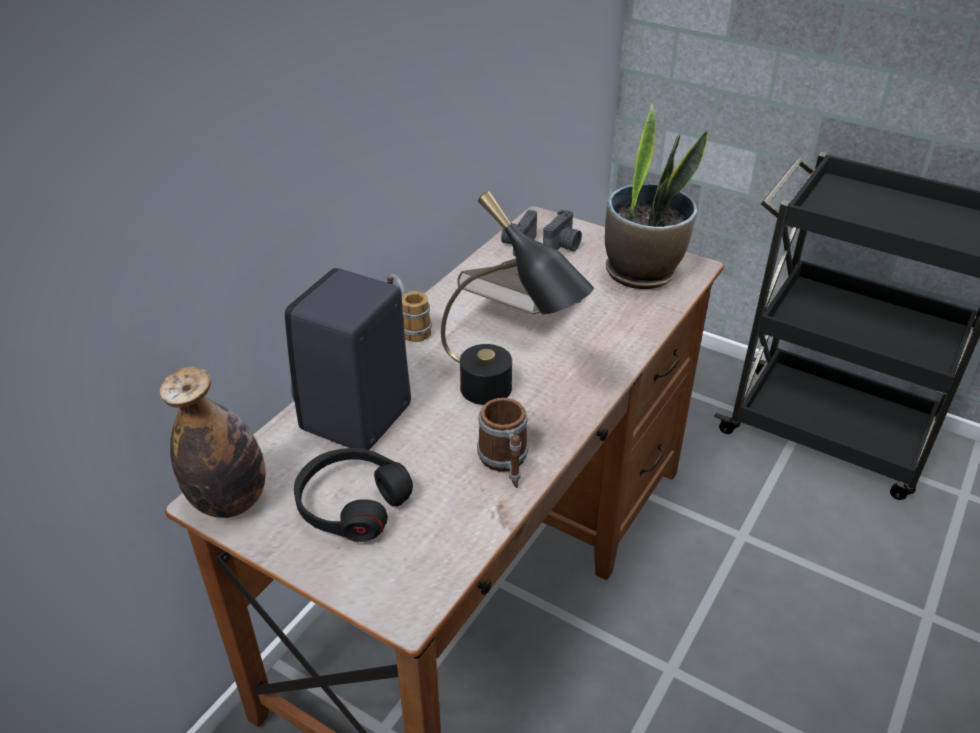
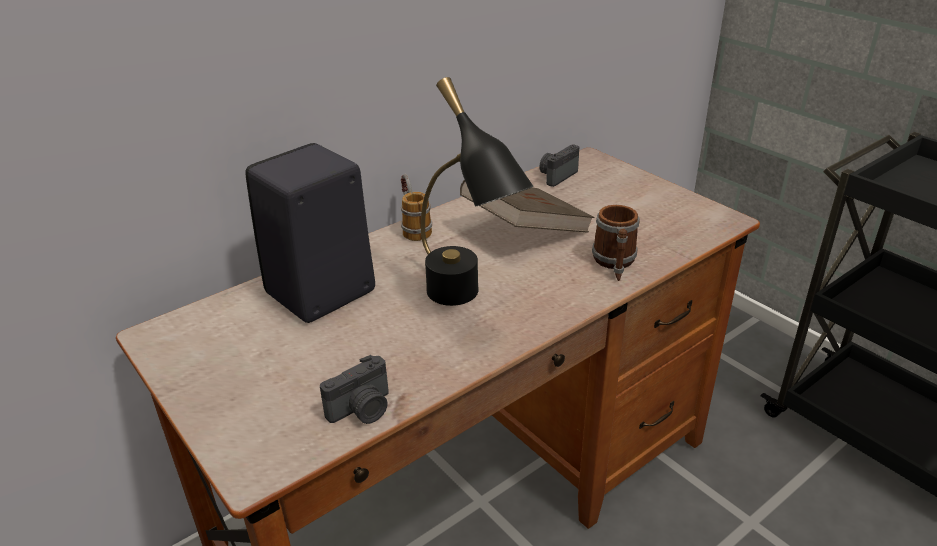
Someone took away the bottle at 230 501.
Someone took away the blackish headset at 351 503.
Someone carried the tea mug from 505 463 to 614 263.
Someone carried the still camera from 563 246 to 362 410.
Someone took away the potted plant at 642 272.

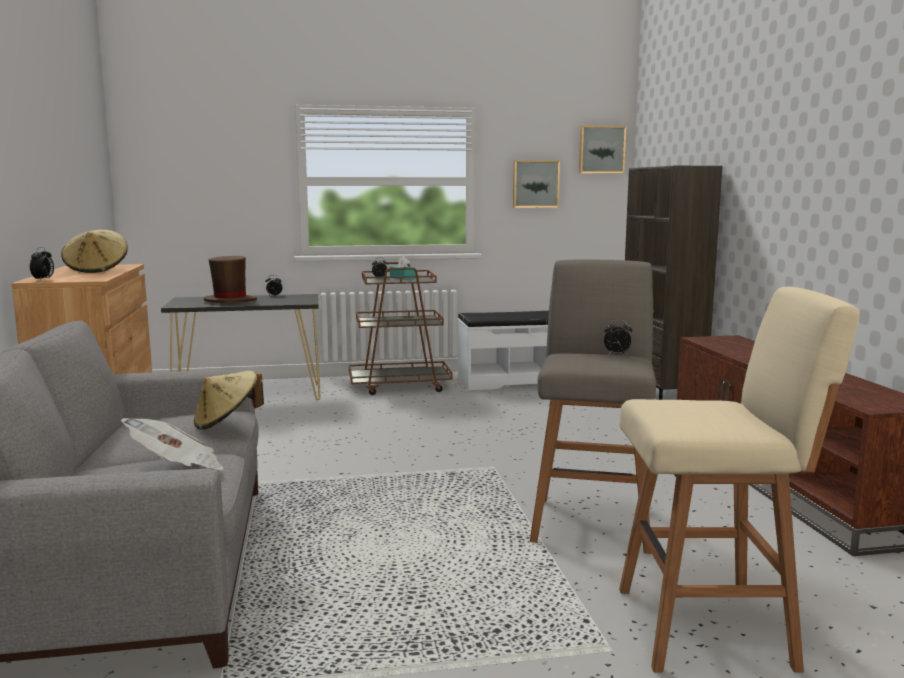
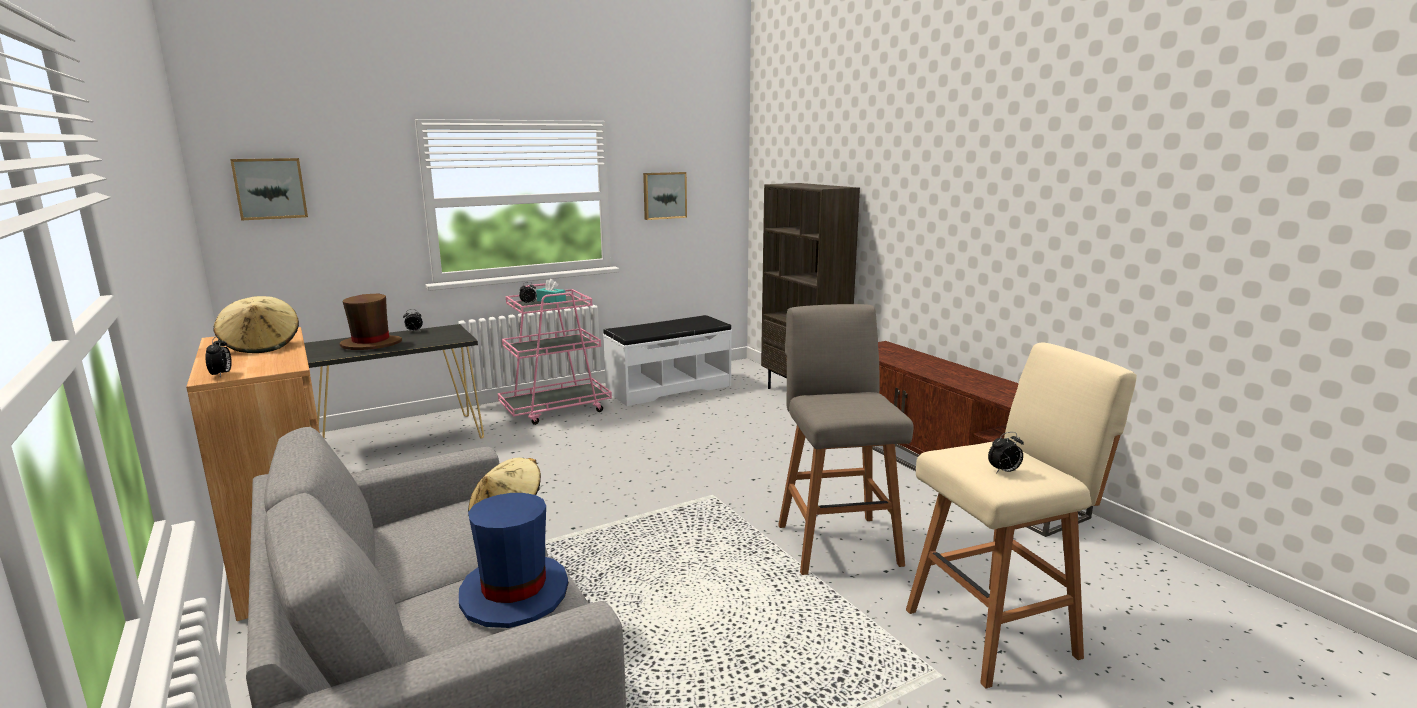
Someone swapped the newspaper at 177 468 for the bluish clothing hat at 514 593.
Someone repainted the brown cart at 400 386, which became the pinkish cart at 556 409.
Someone carried the picture from 601 150 to 270 188.
Someone carried the bedside clock from 617 355 to 1004 471.

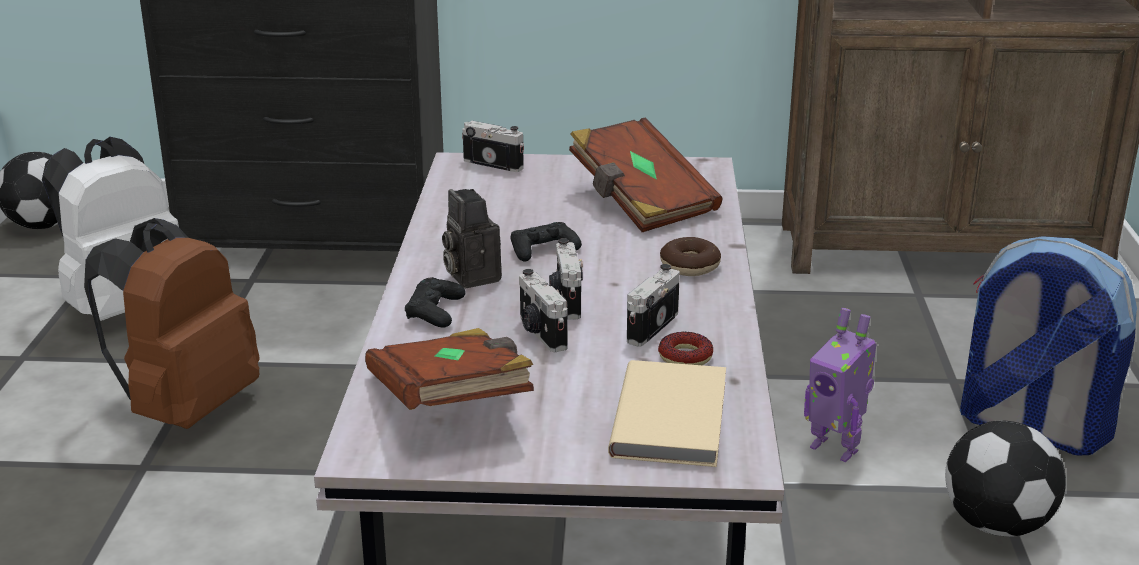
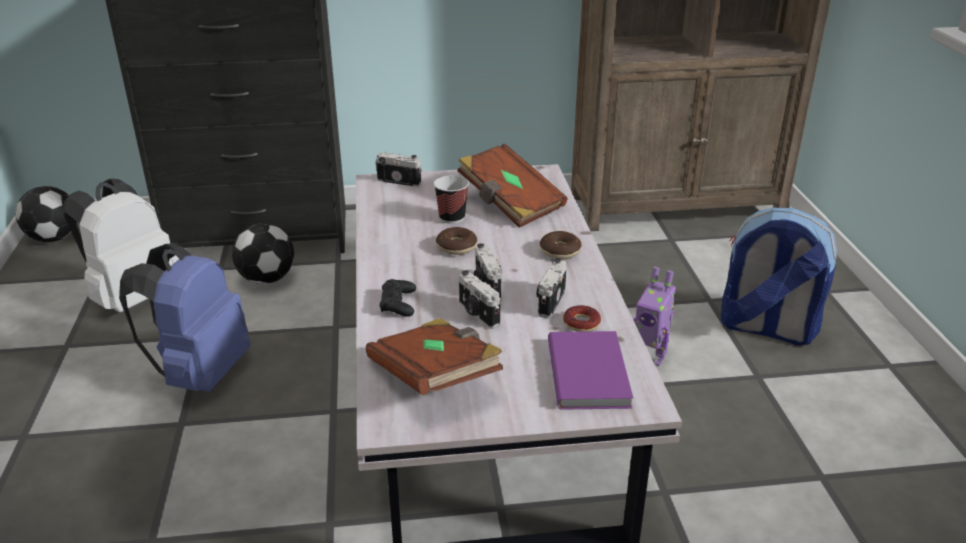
Someone repainted the brown rucksack at 186 408, which became the bluish rucksack at 200 374.
Someone took away the still camera at 470 276.
Someone swapped the blackish joypad at 543 250 for the donut at 456 247.
Someone repainted the beige-coloured bound book at 674 417, which became the purple-coloured bound book at 590 372.
Someone carried the football from 994 524 to 266 279.
Someone put down the cup at 452 218.

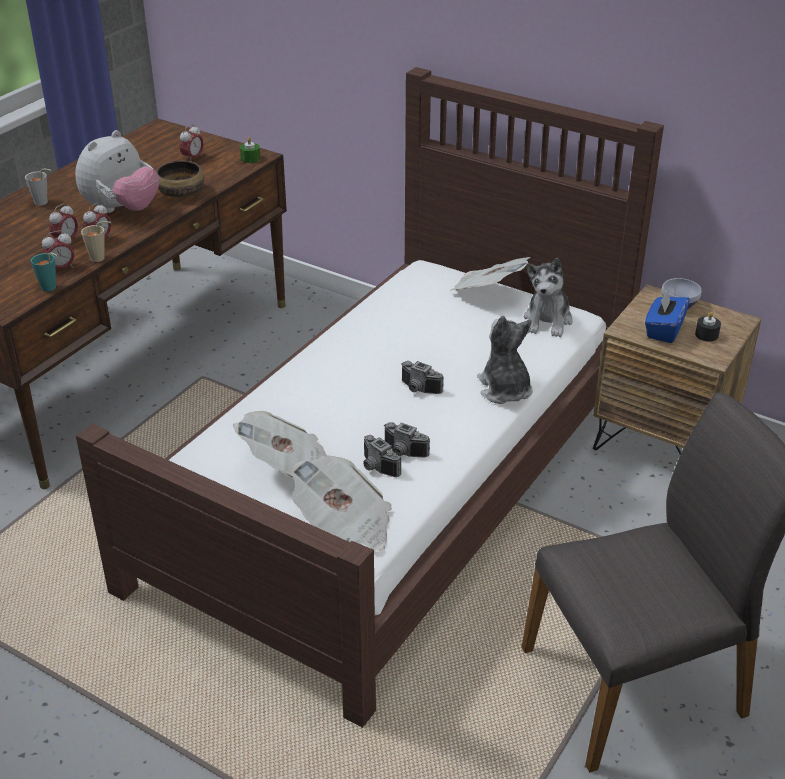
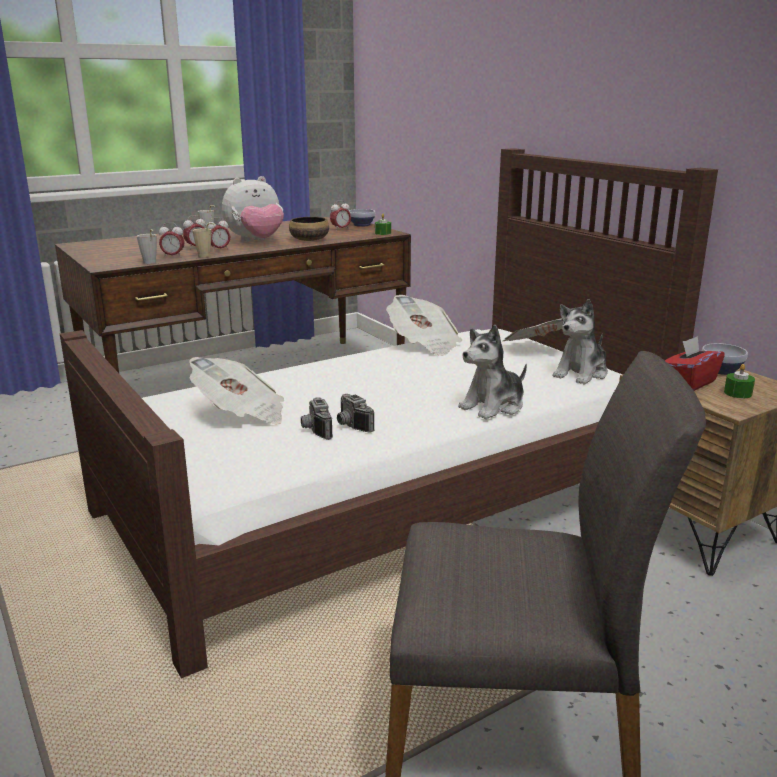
Someone repainted the blue-green cup at 50 288, which became the greyish cup at 150 263.
Someone carried the newspaper from 344 524 to 424 344.
Someone took away the still camera at 418 390.
Someone rotated the cuddly toy at 504 390 by 135 degrees counterclockwise.
Someone repainted the bluish tissue box at 664 330, which became the red-coloured tissue box at 689 383.
Someone repainted the blackish candle at 706 335, which became the green candle at 738 393.
Someone put down the deep dish at 361 225.

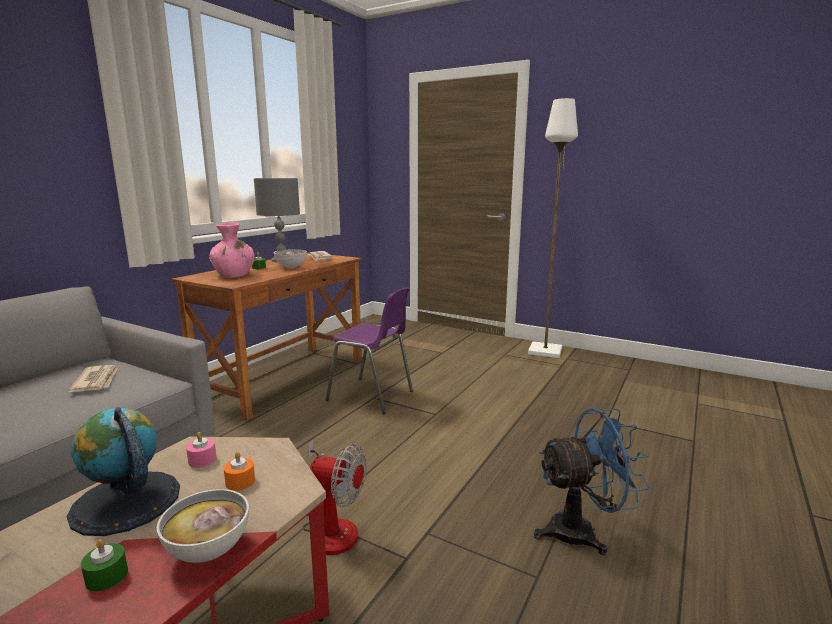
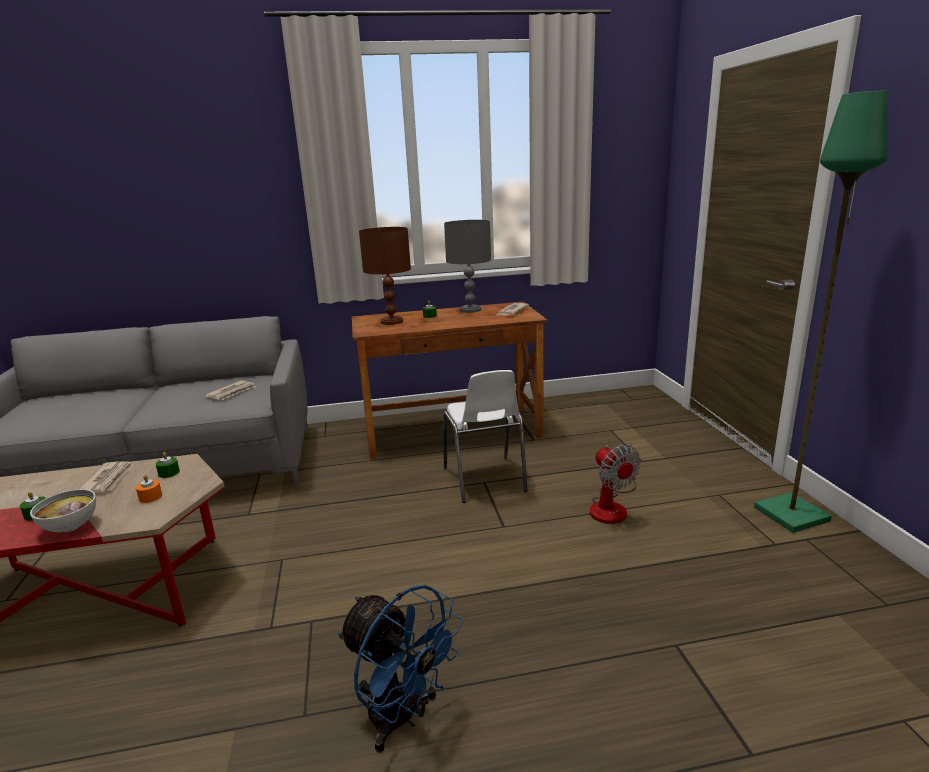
Someone swapped the world globe at 125 502 for the newspaper at 108 480.
Someone repainted the pinkish candle at 202 460, which became the green candle at 169 473.
Someone swapped the pinkish vase at 234 275 for the brown lamp for a table at 391 322.
Someone took away the deep dish at 291 267.
Someone carried the electric fan from 331 525 to 612 506.
Someone repainted the purple-coloured chair at 372 396, which became the whitish chair at 485 480.
Someone repainted the whitish floor lamp at 545 351, which became the green floor lamp at 792 514.

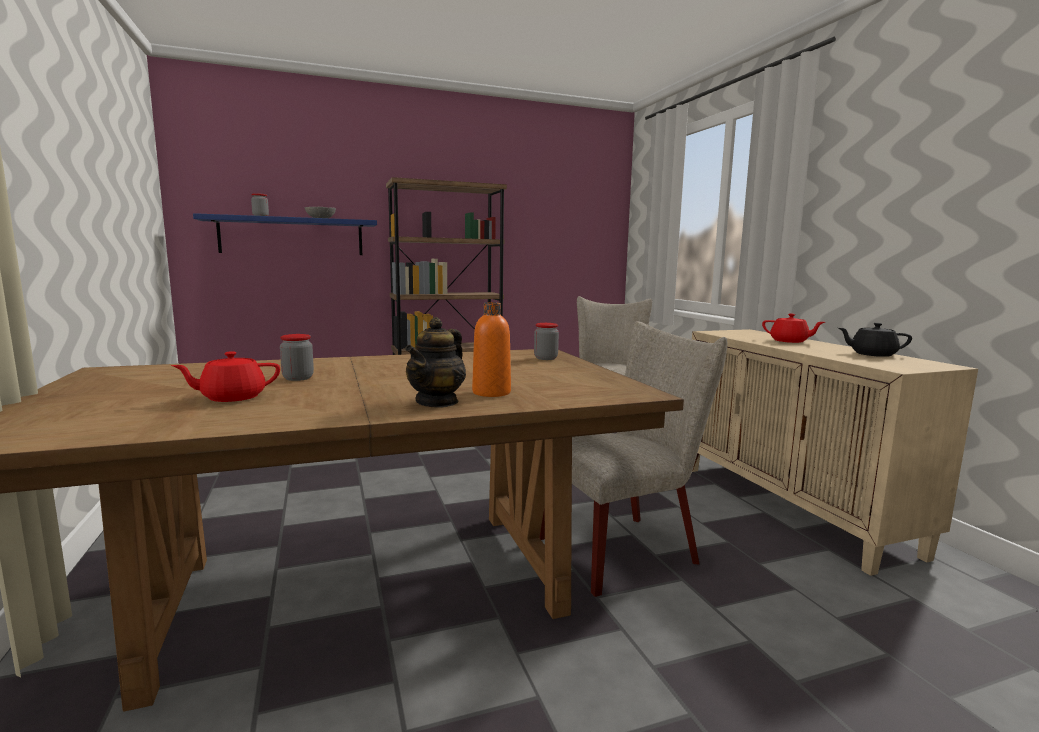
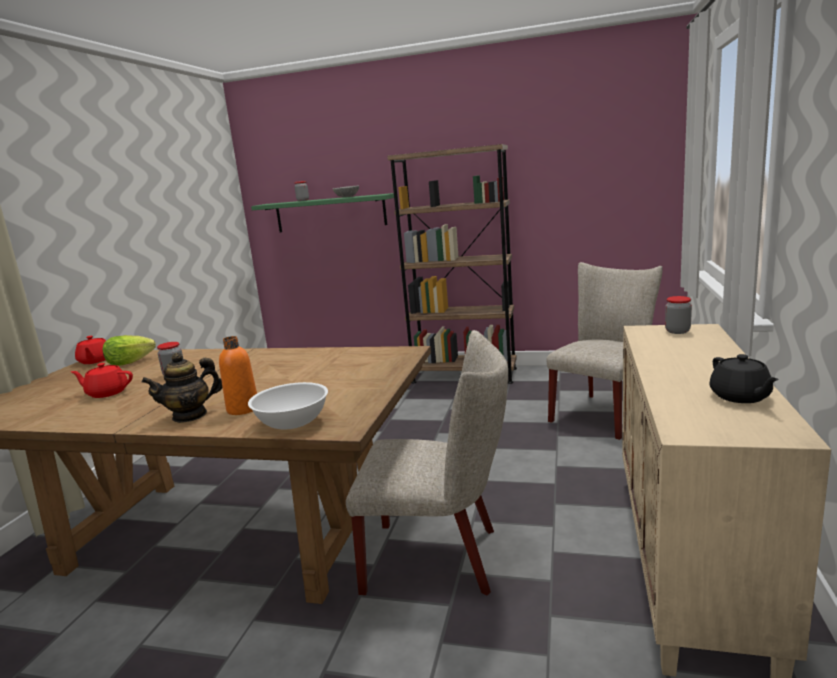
Someone repainted the bluish shelf at 292 236, which became the green shelf at 330 213.
Someone carried the storage jar from 545 358 to 677 331.
Someone carried the red-coloured pot for tea from 789 341 to 95 361.
Someone rotated the blackish pot for tea at 872 354 by 150 degrees counterclockwise.
Someone put down the head of lettuce at 129 362.
Someone put down the whitish deep dish at 292 422.

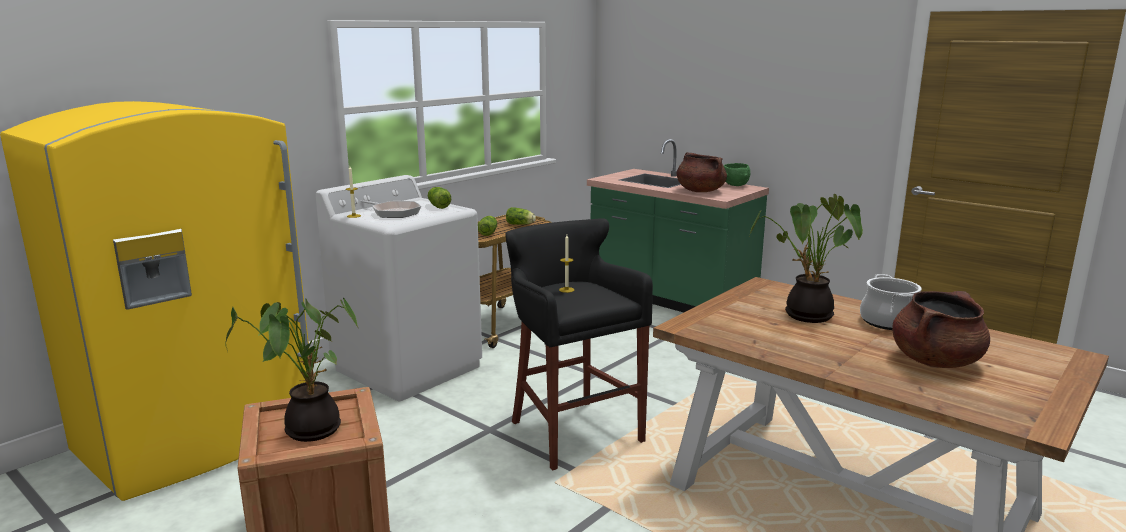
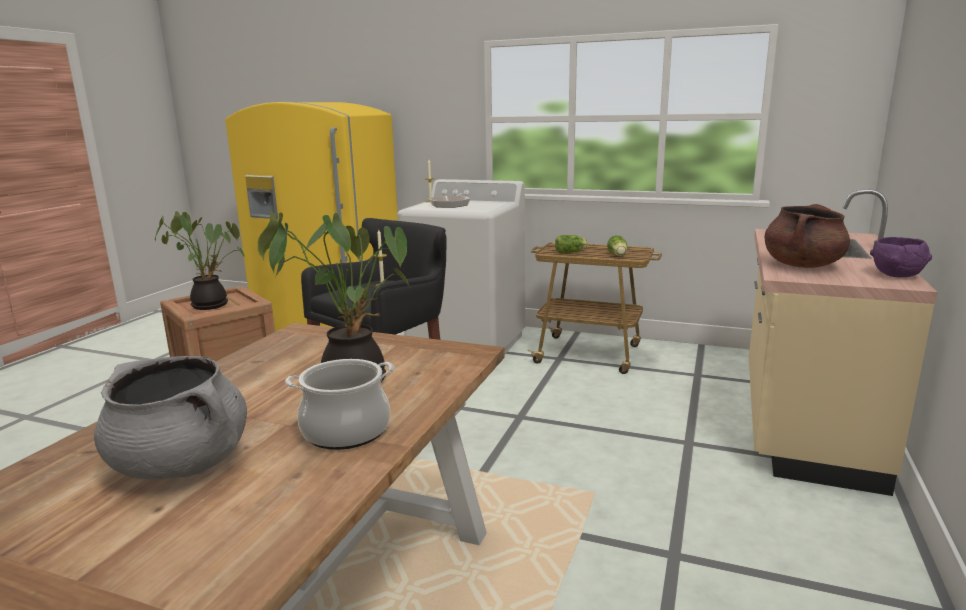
Someone took away the head of lettuce at 438 206.
Someone repainted the green kitchen base unit at 670 299, which became the beige-coloured kitchen base unit at 802 423.
Someone repainted the green deep dish at 735 185, which became the purple-coloured deep dish at 896 275.
Someone repainted the brown stockpot at 935 361, which became the greyish stockpot at 182 464.

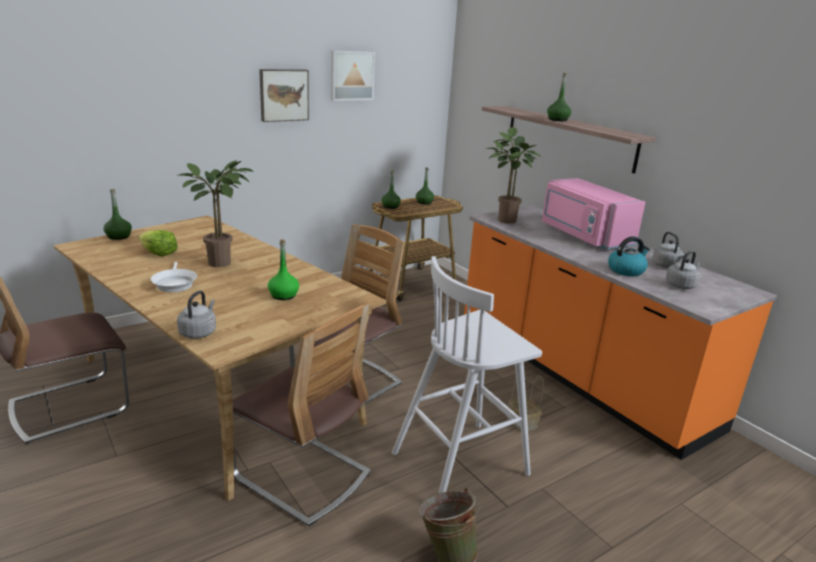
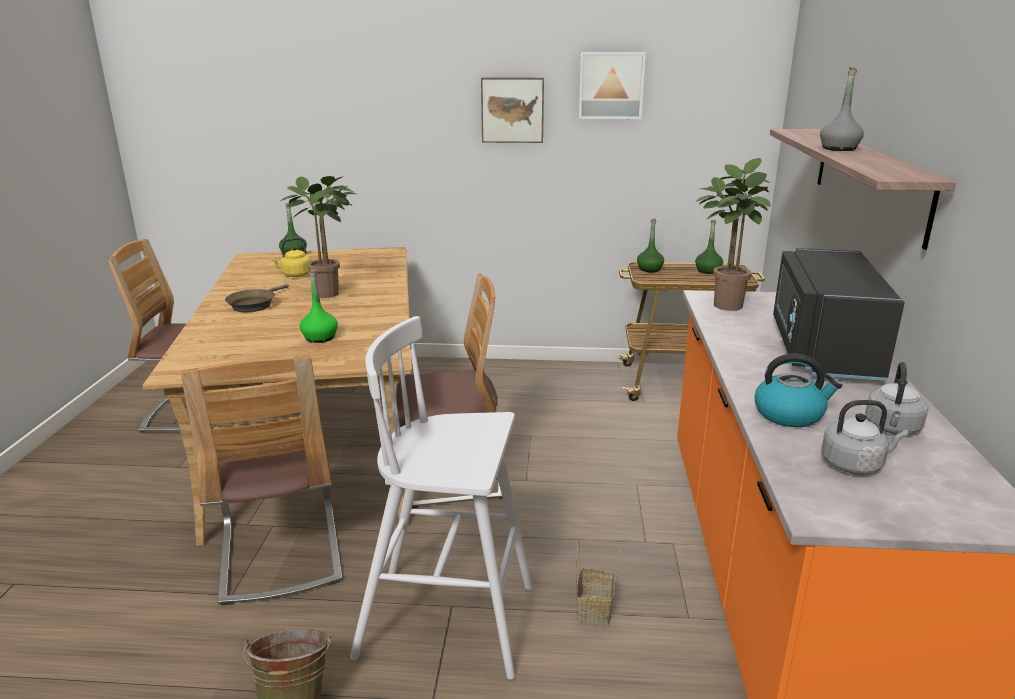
Someone swapped the head of lettuce at 158 253 for the yellow kettle at 295 275.
Someone repainted the whitish skillet at 174 284, which became the brown skillet at 254 304.
Someone took away the greyish kettle at 199 332.
Someone repainted the pinkish microwave at 583 235, which became the blackish microwave at 821 349.
Someone repainted the green bottle at 557 120, which became the greyish bottle at 839 149.

